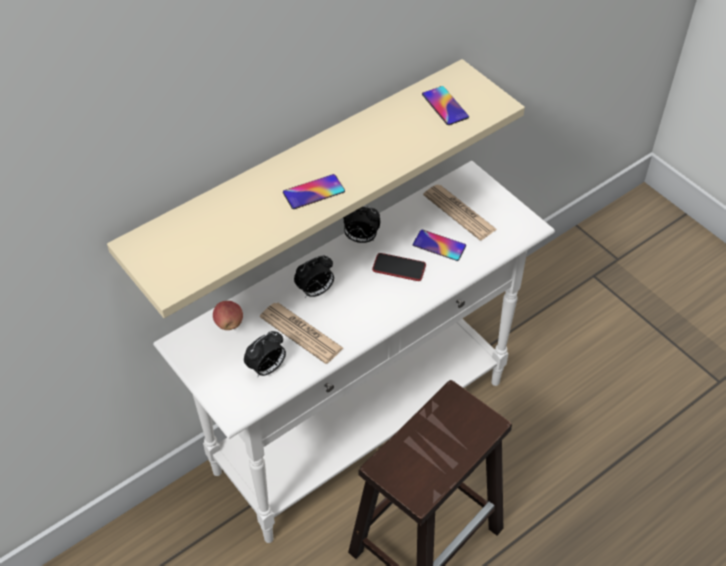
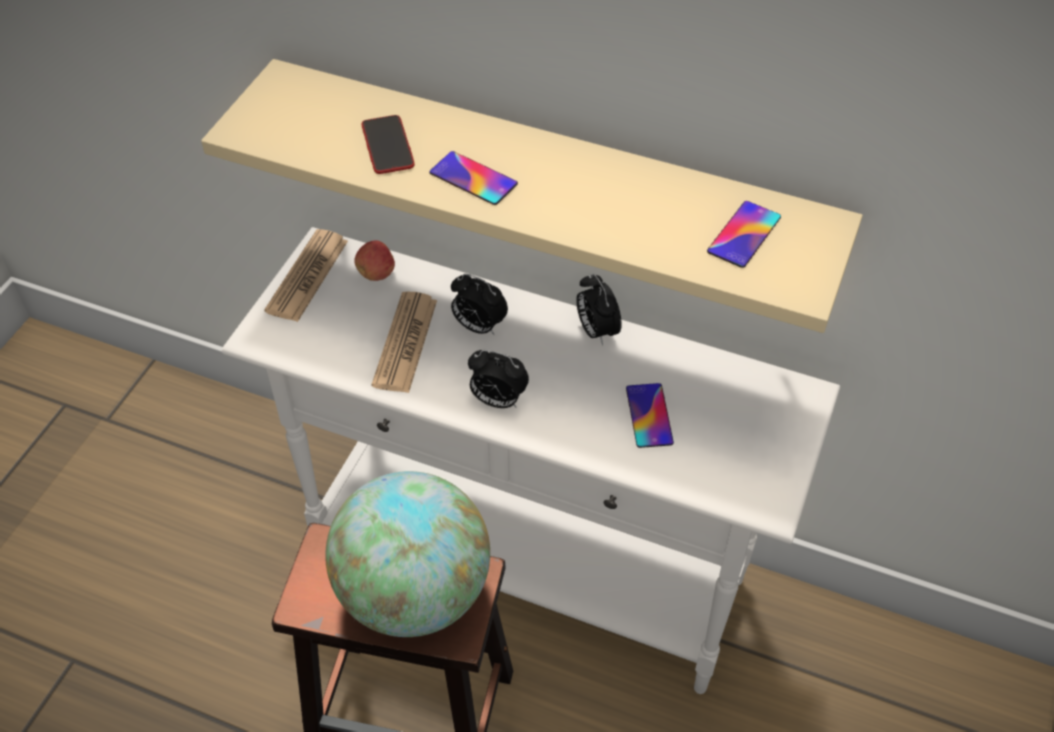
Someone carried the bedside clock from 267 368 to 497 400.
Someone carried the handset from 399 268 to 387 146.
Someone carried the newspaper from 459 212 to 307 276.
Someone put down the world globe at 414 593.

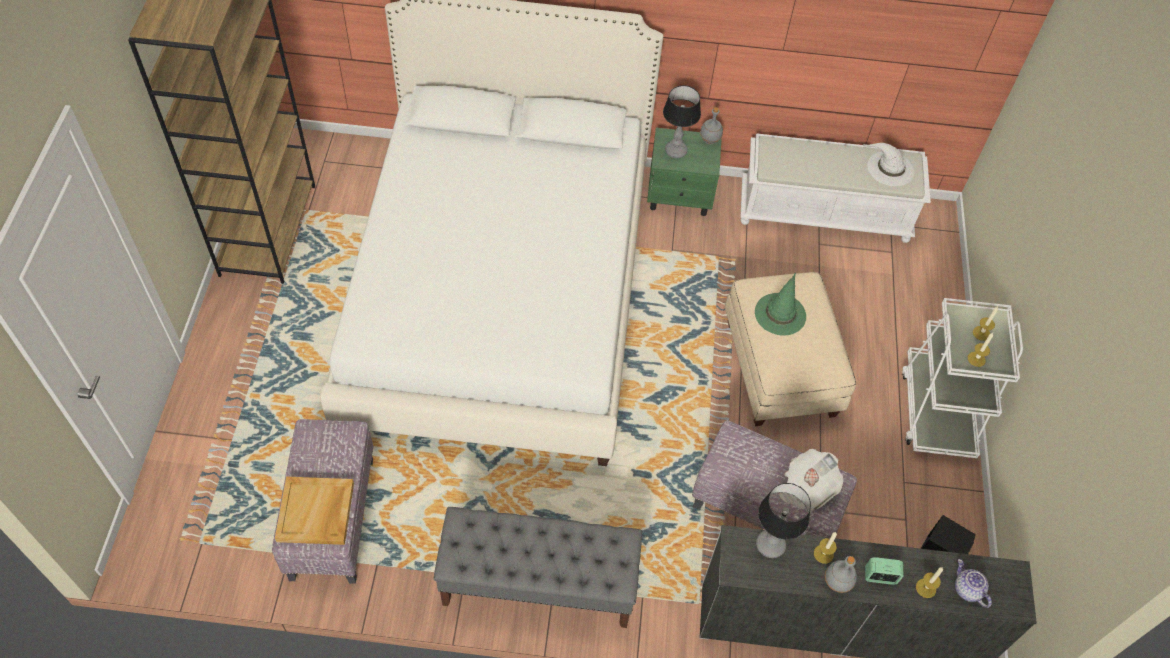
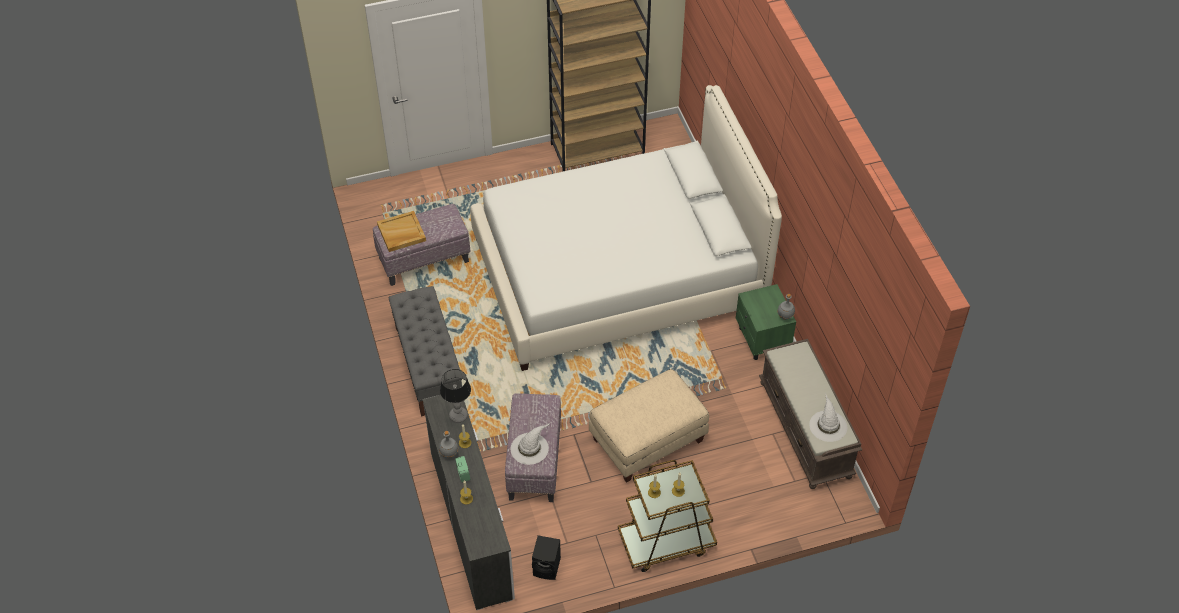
Someone took away the lamp for a table at 676 151.
Someone repainted the whitish indoor bench at 825 212, which became the brown indoor bench at 806 429.
Someone took away the green clothing hat at 780 313.
Someone swapped the newspaper at 806 488 for the whitish clothing hat at 530 448.
Someone repainted the whitish cart at 937 410, which became the brown cart at 666 542.
Someone took away the pot for tea at 967 589.

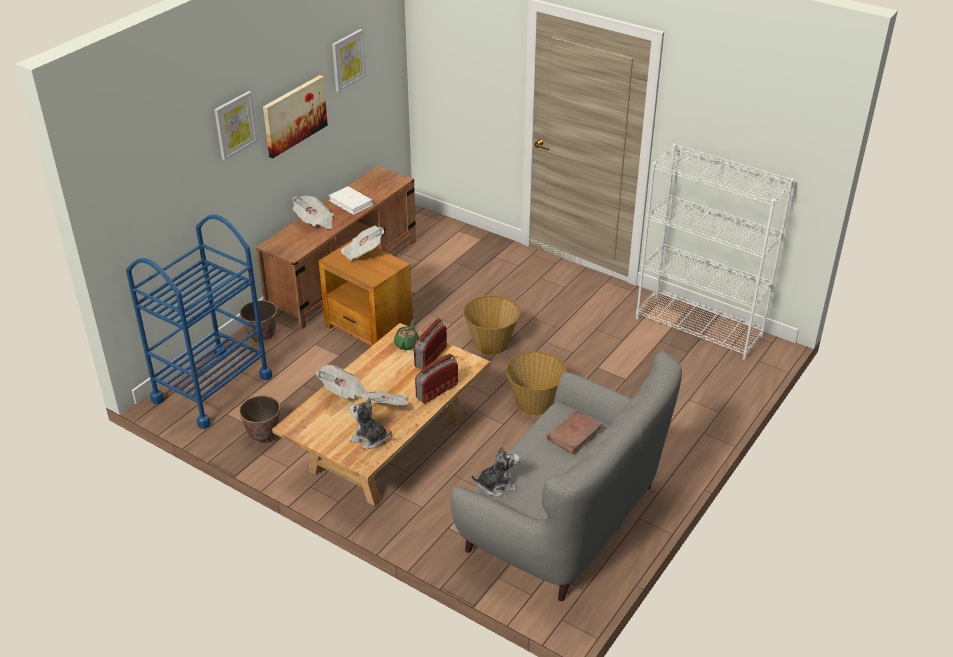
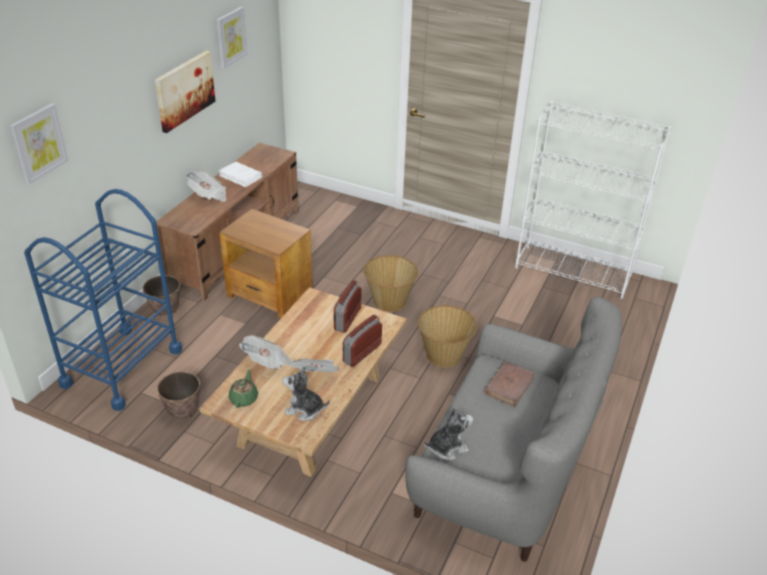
Someone carried the picture from 235 125 to 38 143.
Someone took away the newspaper at 362 252.
Someone carried the green pot for tea from 407 344 to 244 398.

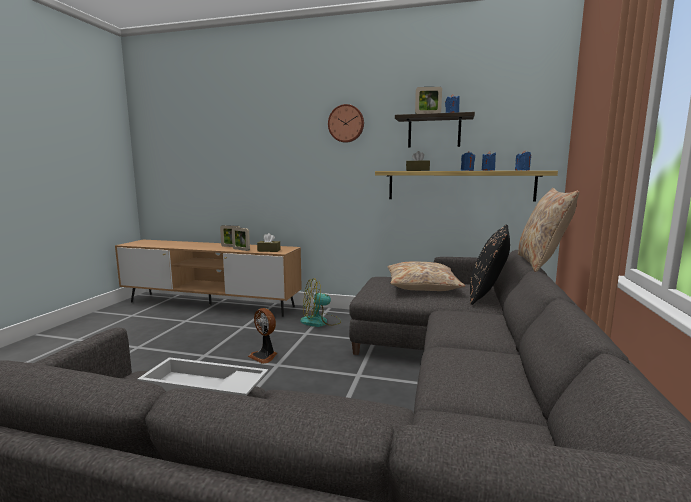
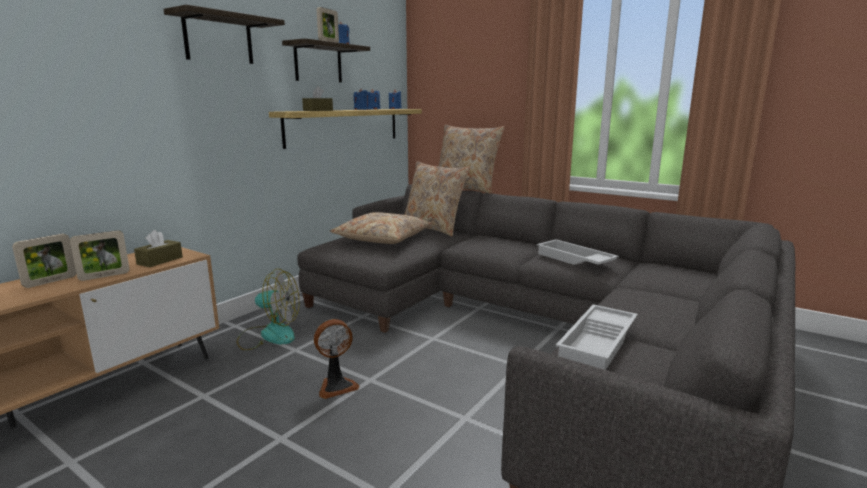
Someone rotated the electric fan at 320 322 by 90 degrees counterclockwise.
Someone swapped the clock on the wall at 346 123 for the shelf at 218 39.
Someone repainted the blackish pillow at 487 295, which became the beige-coloured pillow at 433 228.
Someone put down the whitish tray at 573 259.

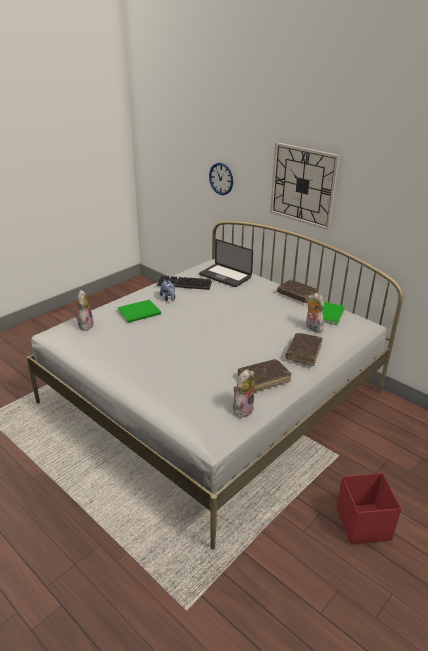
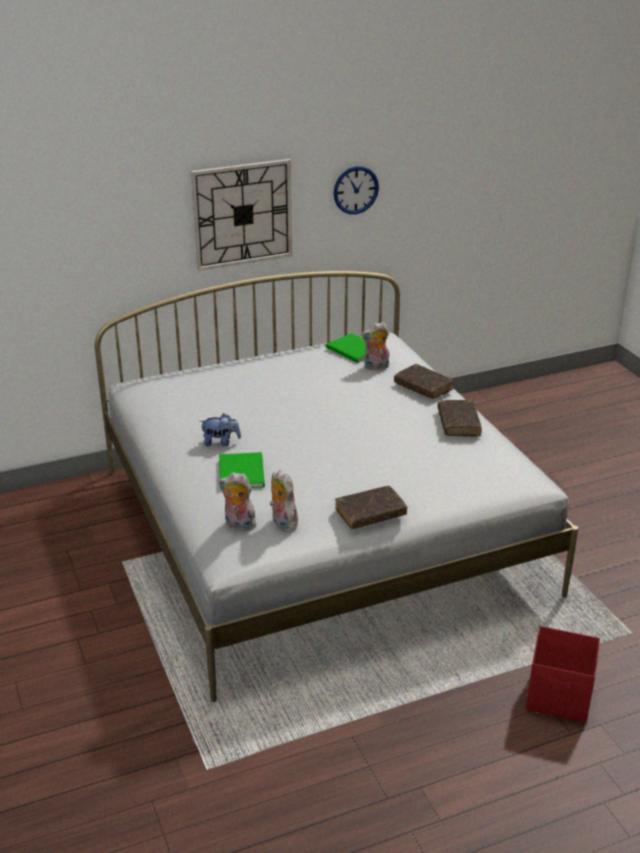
Someone took away the PC keyboard at 183 284.
Someone took away the notebook computer at 225 276.
Someone carried the clock on the wall from 221 179 to 355 190.
Someone carried the cuddly toy from 242 409 to 282 523.
Someone carried the brown bound book from 297 295 to 370 513.
Someone carried the red-coloured storage bin from 363 524 to 560 697.

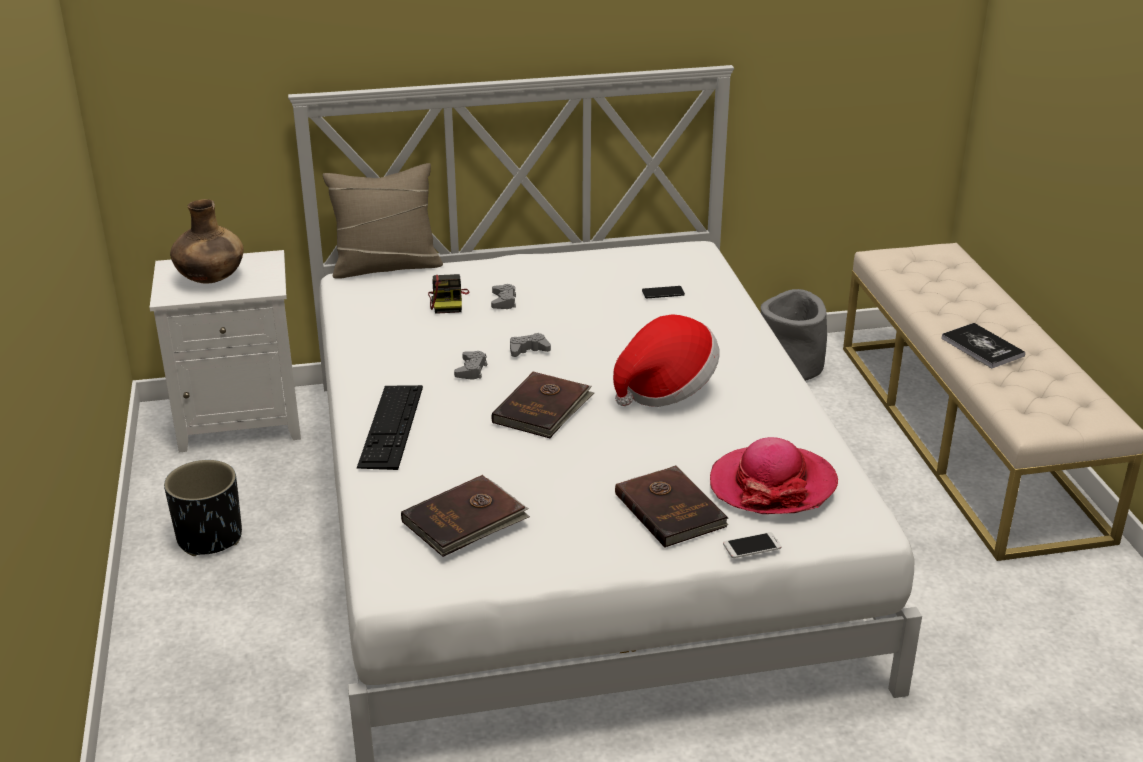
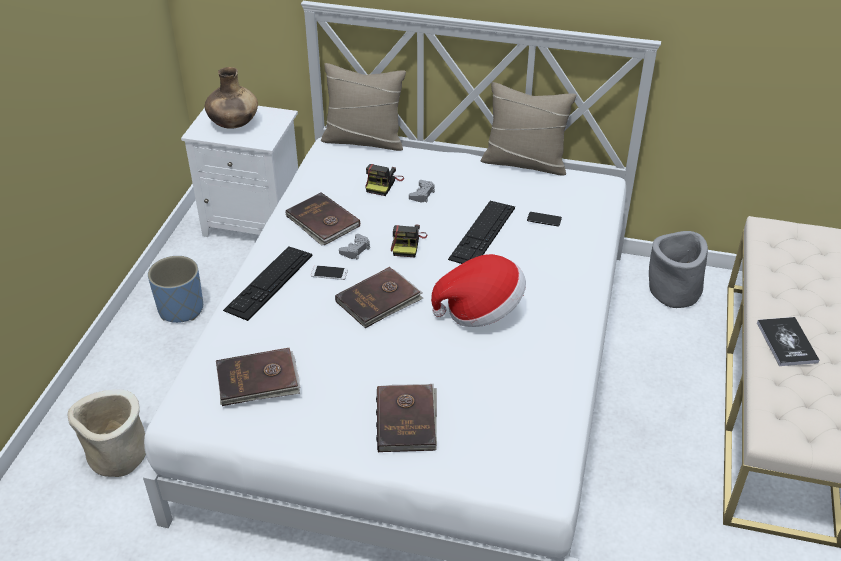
Someone repainted the blackish plant pot at 210 537, which became the bluish plant pot at 181 309.
Someone swapped the greyish joypad at 528 350 for the still camera at 407 244.
Someone took away the clothing hat at 772 484.
Someone carried the handset from 752 546 to 329 273.
Someone put down the beige-coloured plant pot at 117 456.
Someone put down the brown bound book at 322 222.
Someone put down the PC keyboard at 482 233.
Someone put down the beige-coloured pillow at 524 162.

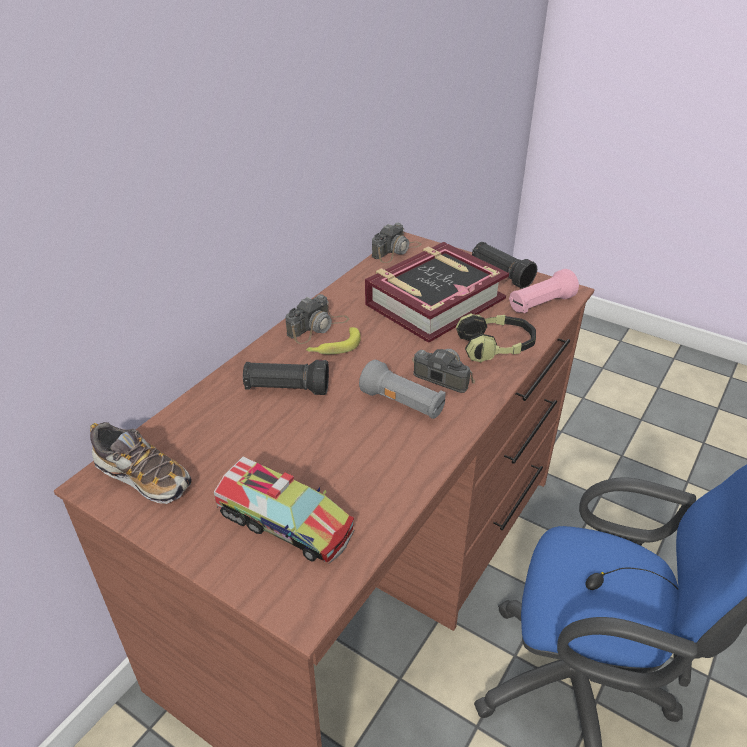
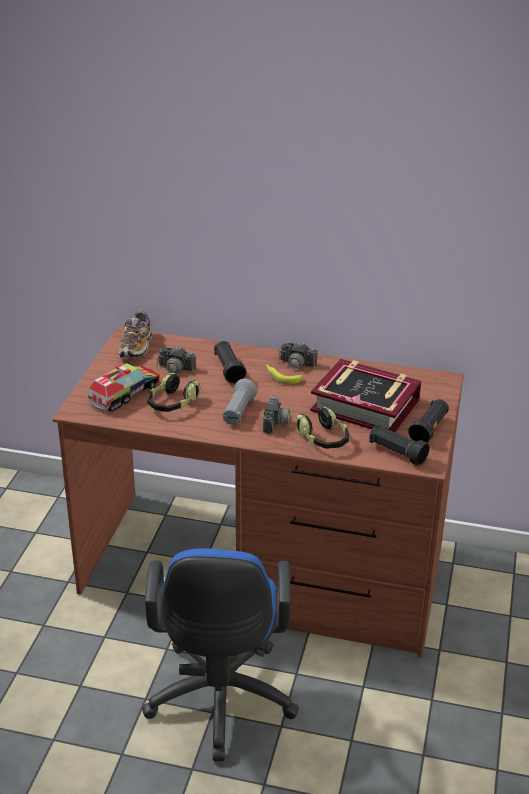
Someone rotated the toy truck at 285 522 by 150 degrees counterclockwise.
Someone carried the still camera from 396 250 to 178 370.
Someone repainted the pinkish torch at 540 304, which became the blackish torch at 397 453.
Someone put down the headset at 172 404.

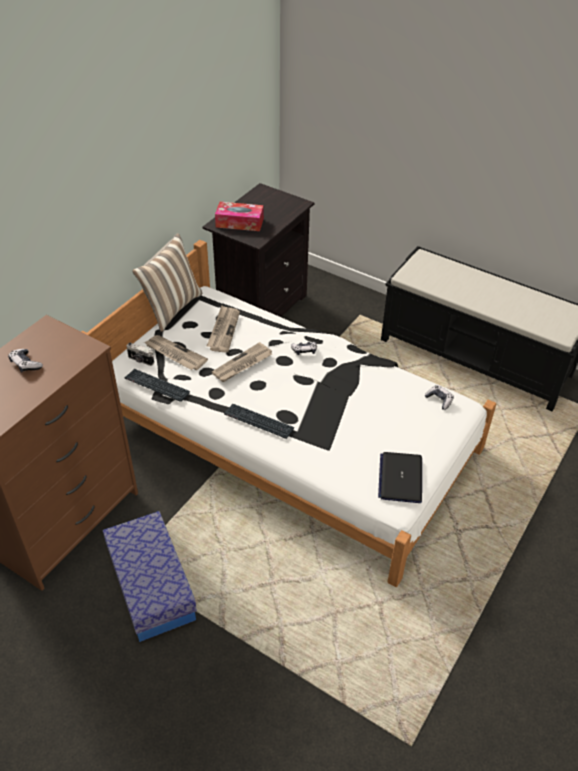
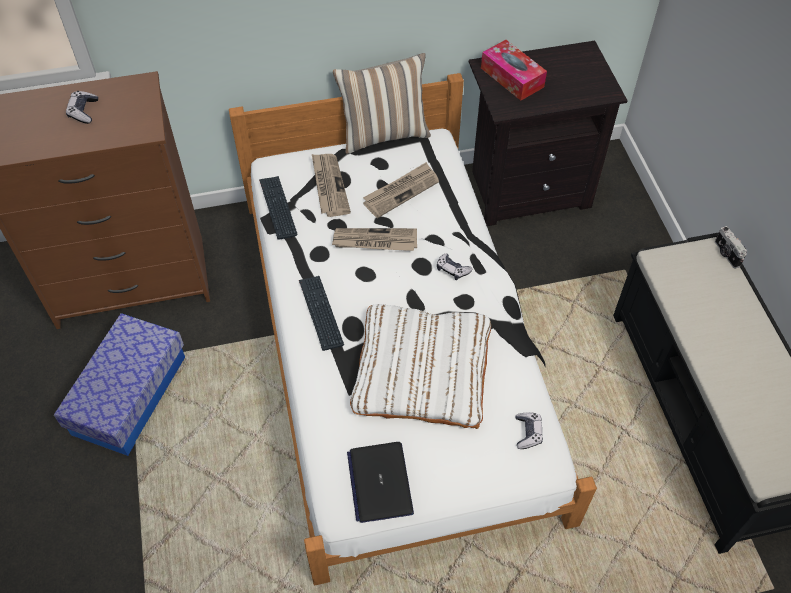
Someone carried the still camera from 140 360 to 726 254.
Someone rotated the notebook computer at 400 478 by 60 degrees counterclockwise.
Someone put down the whitish pillow at 422 371.

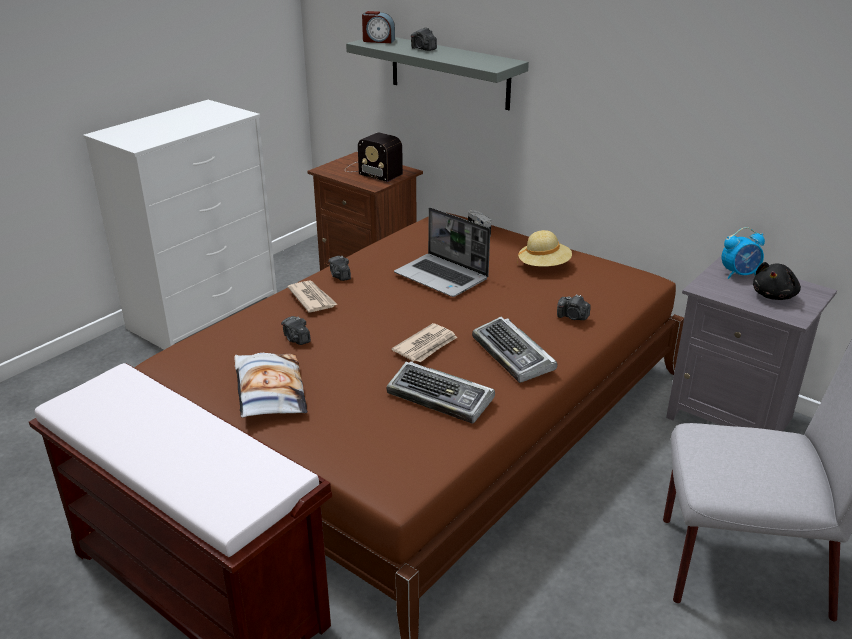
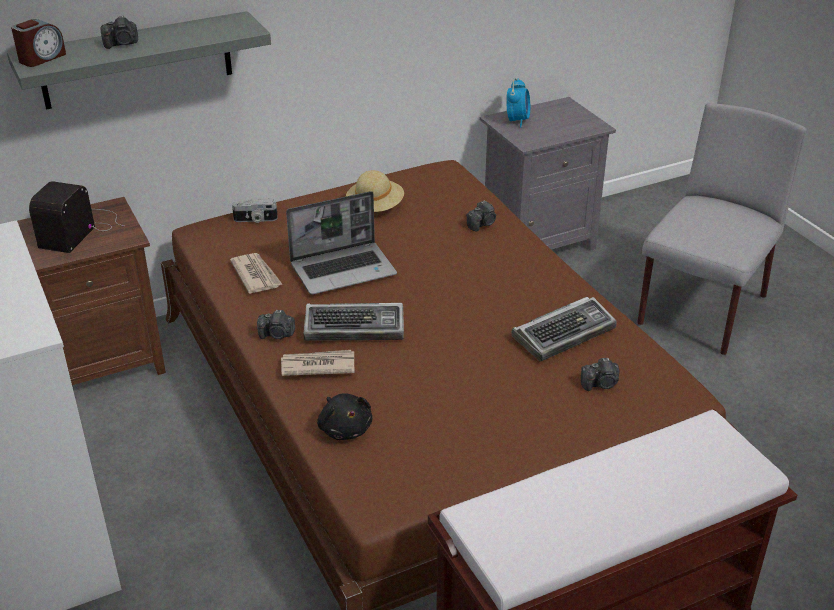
Someone took away the pillow at 269 391.
Someone carried the still camera from 296 339 to 600 384.
Someone rotated the radio at 371 170 by 135 degrees clockwise.
Someone carried the newspaper from 426 346 to 256 275.
Someone carried the PC keyboard from 514 356 to 356 327.
Someone carried the blackish cuddly toy from 774 295 to 345 428.

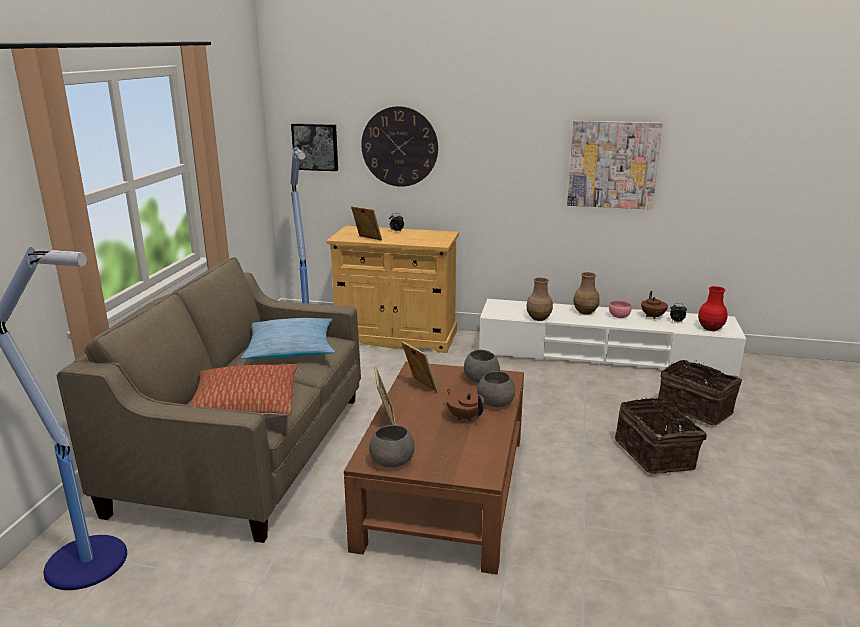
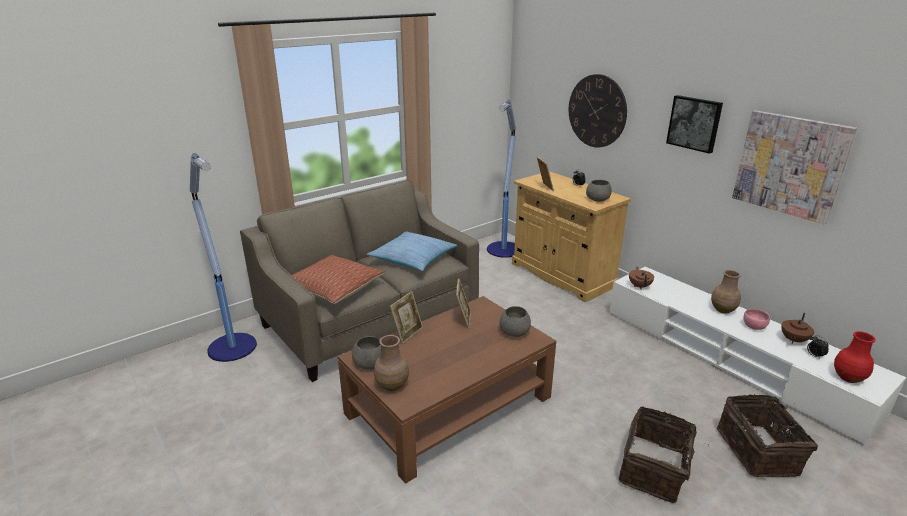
Someone carried the picture from 315 147 to 694 123.
Someone carried the brown pot for tea from 464 416 to 639 286.
Someone carried the greyish deep dish from 495 402 to 598 199.
Someone carried the brown vase from 538 318 to 392 385.

